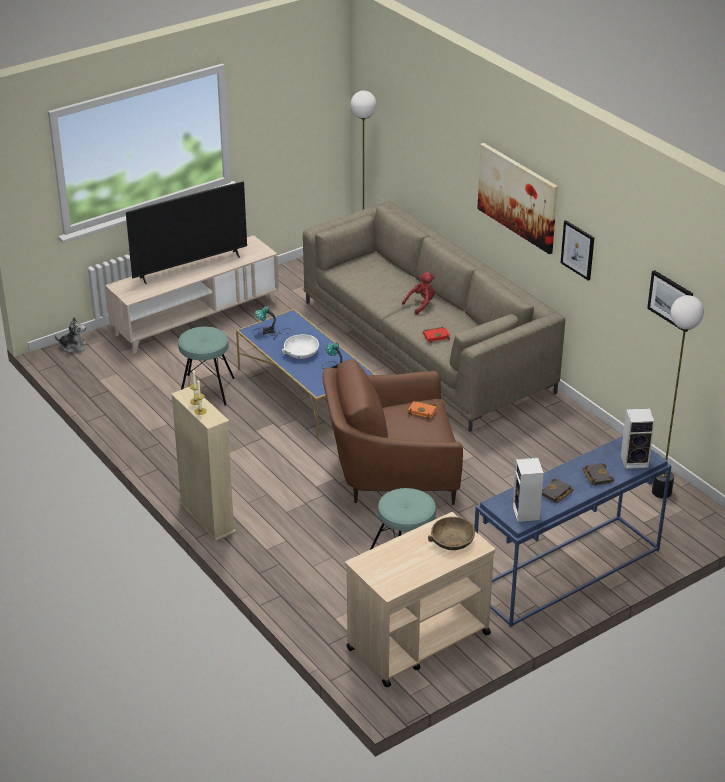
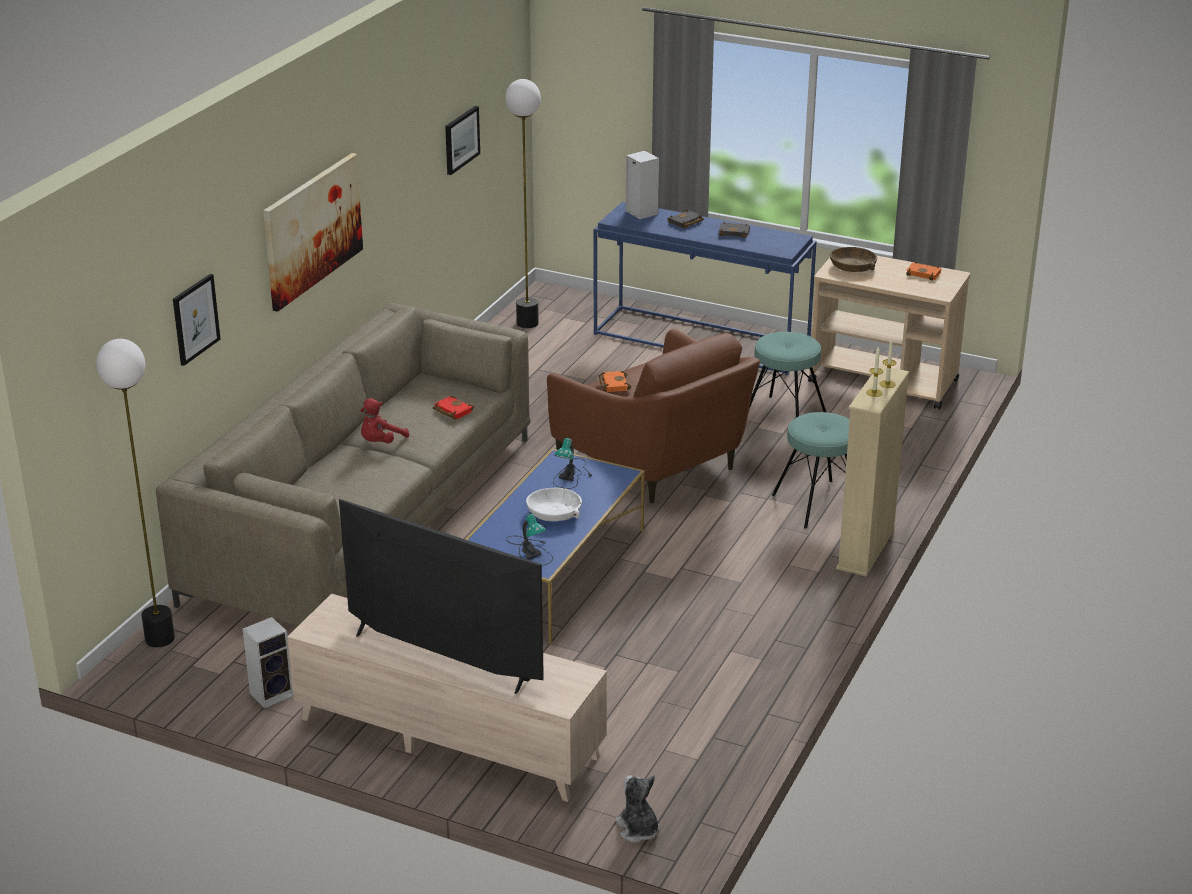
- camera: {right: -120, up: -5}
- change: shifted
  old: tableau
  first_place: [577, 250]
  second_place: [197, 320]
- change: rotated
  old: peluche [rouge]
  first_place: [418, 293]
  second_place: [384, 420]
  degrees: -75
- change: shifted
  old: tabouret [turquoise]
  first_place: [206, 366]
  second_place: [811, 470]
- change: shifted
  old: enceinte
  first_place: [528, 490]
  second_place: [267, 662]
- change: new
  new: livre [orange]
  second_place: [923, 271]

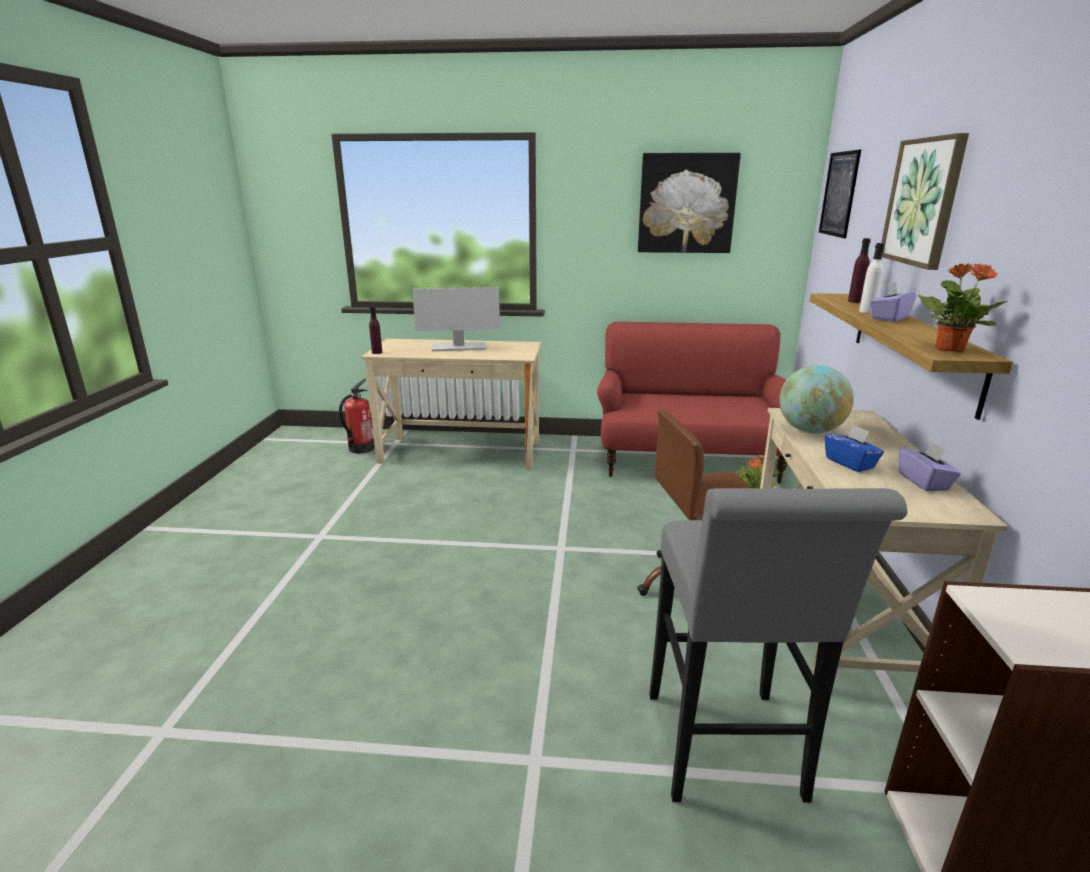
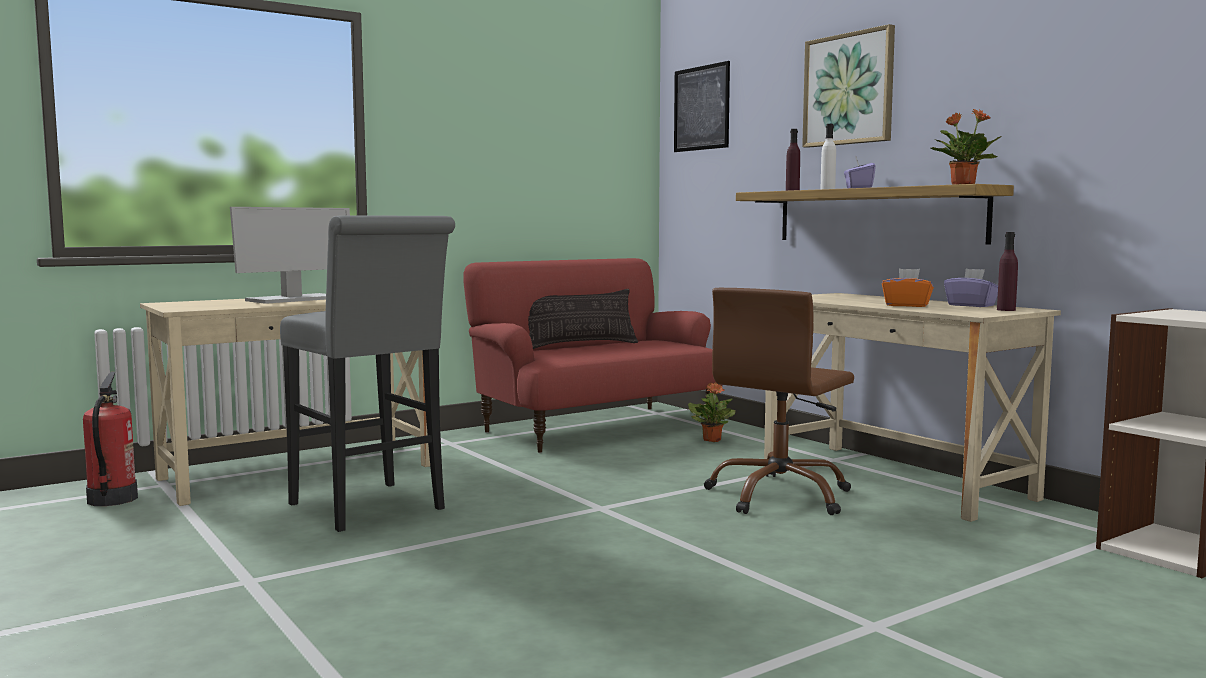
- camera: {right: -40, up: -15}
- change: gone
  old: tableau
  first_place: [689, 203]
- change: shifted
  old: bouteille [violet]
  first_place: [375, 330]
  second_place: [1007, 271]
- change: gone
  old: globe
  first_place: [816, 399]
- change: repainted
  old: boîte à mouchoirs [bleu]
  new: boîte à mouchoirs [orange]
  first_place: [854, 448]
  second_place: [908, 288]
- change: shifted
  old: tabouret [gris]
  first_place: [778, 645]
  second_place: [367, 373]
- change: new
  new: coussin
  second_place: [583, 319]

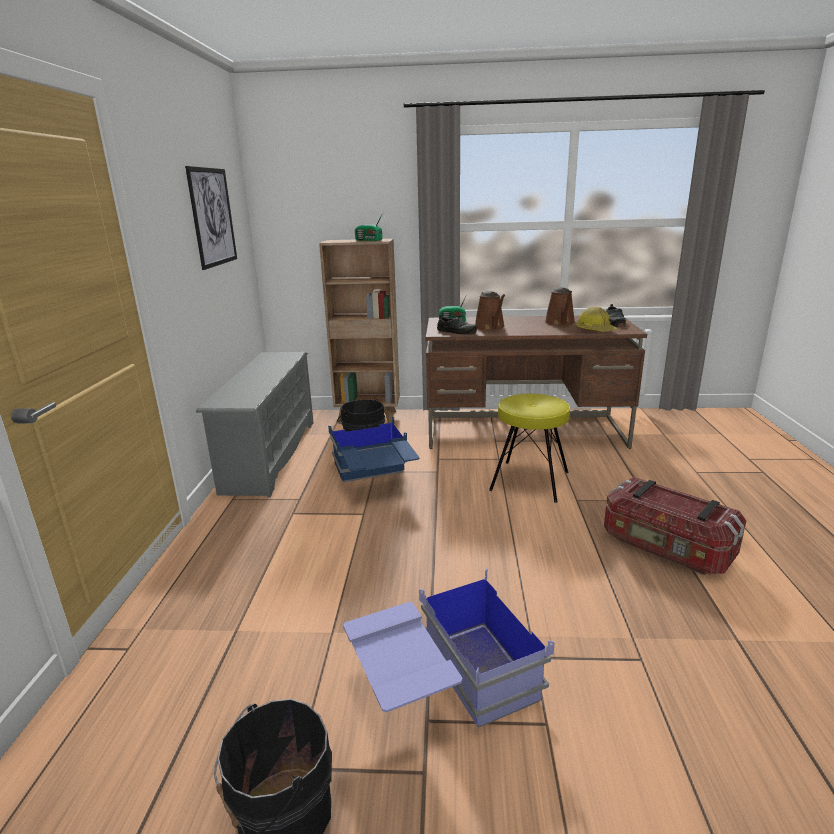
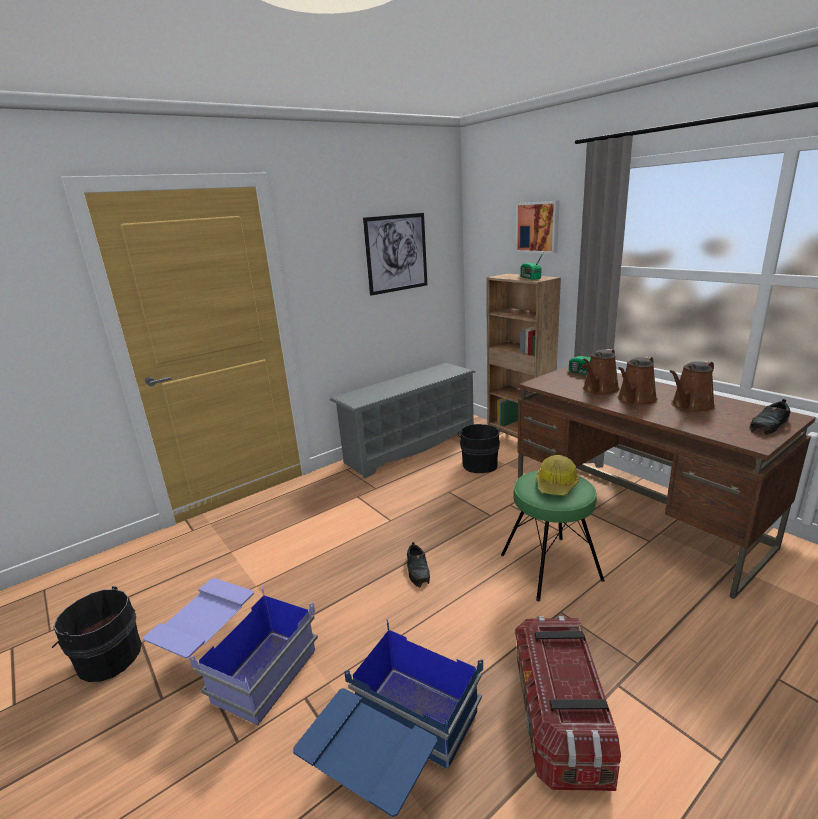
- camera: {right: 50, up: 0}
- change: shifted
  old: casque de chantier
  first_place: [596, 319]
  second_place: [558, 475]
- change: shifted
  old: chaussure [noir]
  first_place: [457, 325]
  second_place: [418, 565]
- change: repainted
  old: tabouret [jaune]
  new: tabouret [vert]
  first_place: [529, 448]
  second_place: [553, 535]
- change: shifted
  old: boîte de rangement [bleu]
  first_place: [374, 449]
  second_place: [388, 718]
- change: new
  new: tableau
  second_place: [537, 227]
- change: new
  new: arrosoir [marron]
  second_place: [637, 381]

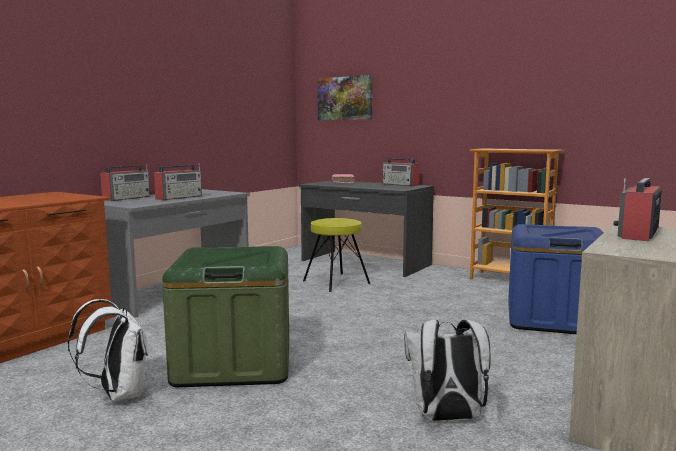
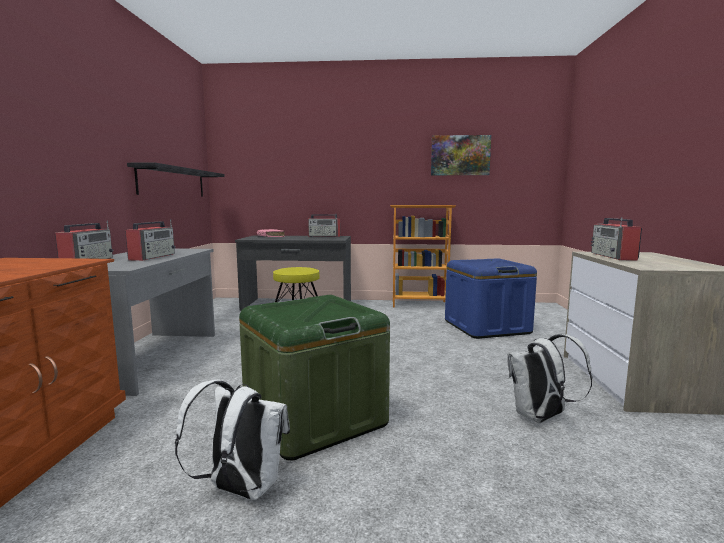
- camera: {right: -30, up: 0}
- change: shifted
  old: tableau
  first_place: [344, 97]
  second_place: [461, 155]
- change: new
  new: étagère [noir]
  second_place: [176, 179]

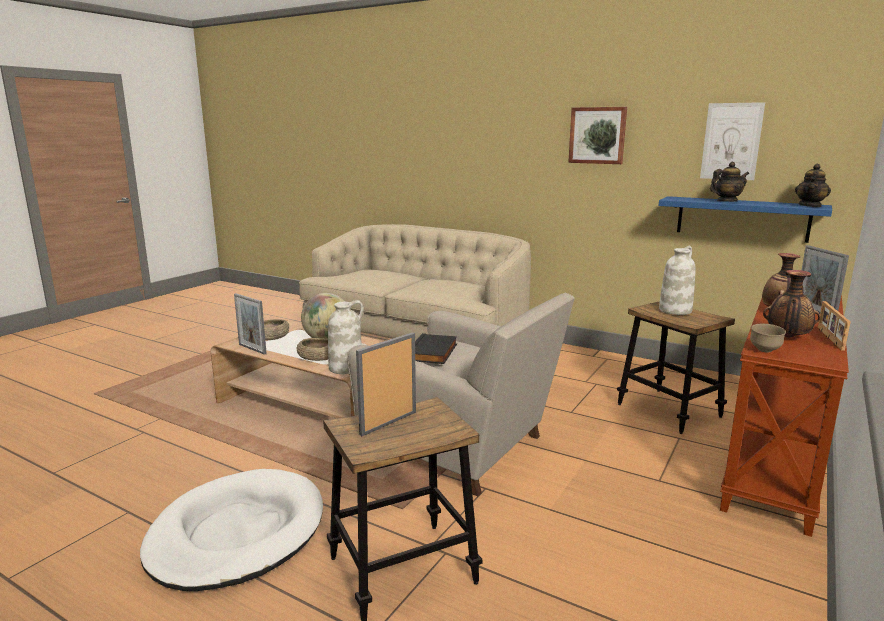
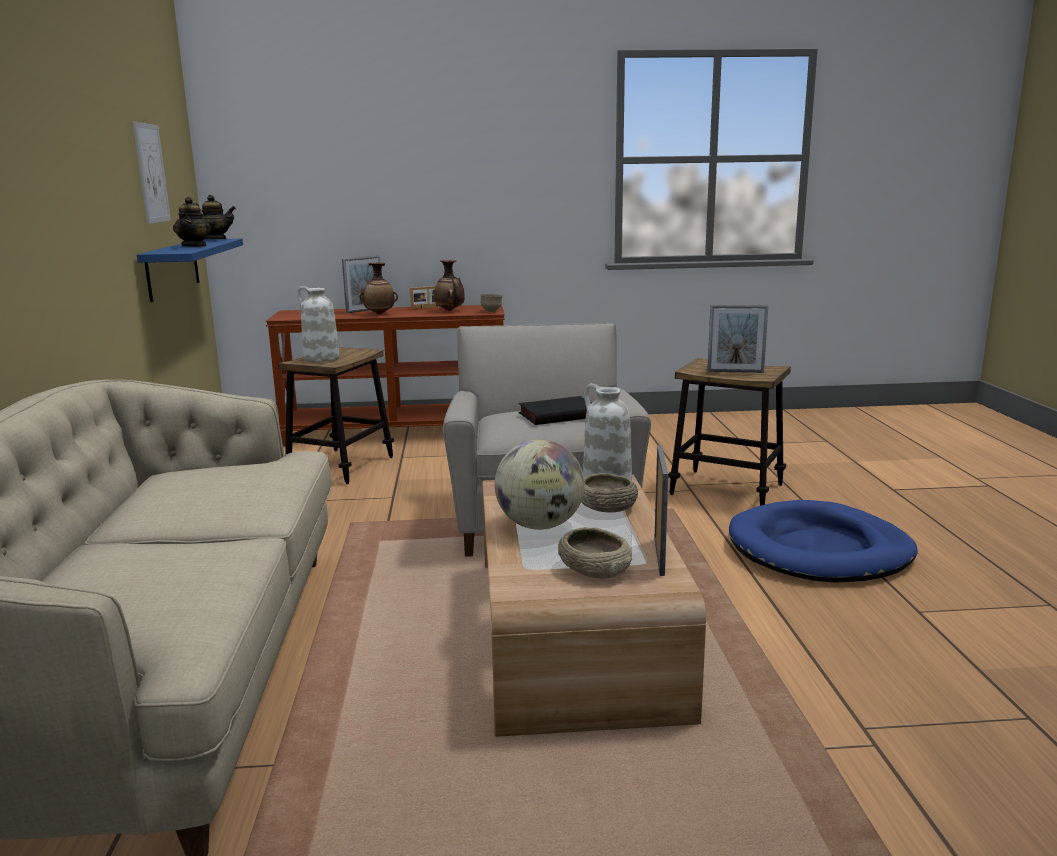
- camera: {right: -125, up: 0}
- change: gone
  old: tableau
  first_place: [597, 135]
- change: rotated
  old: théière
  first_place: [729, 182]
  second_place: [192, 222]
  degrees: -135
- change: repainted
  old: panier pour chien [blanc]
  new: panier pour chien [bleu]
  first_place: [231, 530]
  second_place: [823, 541]

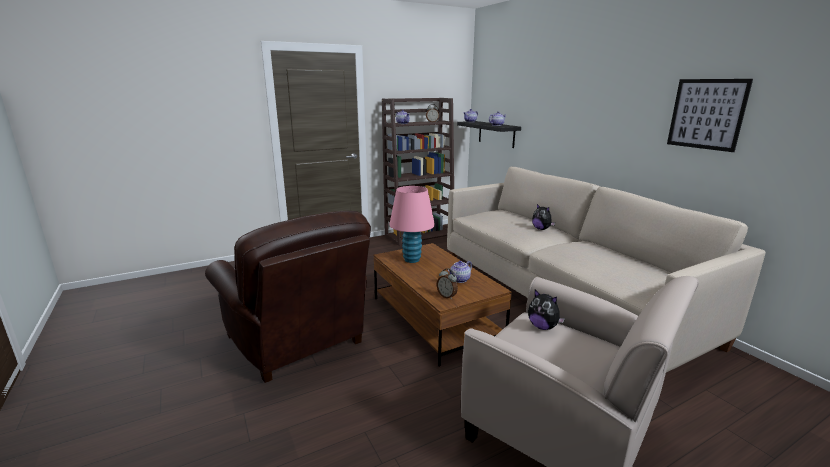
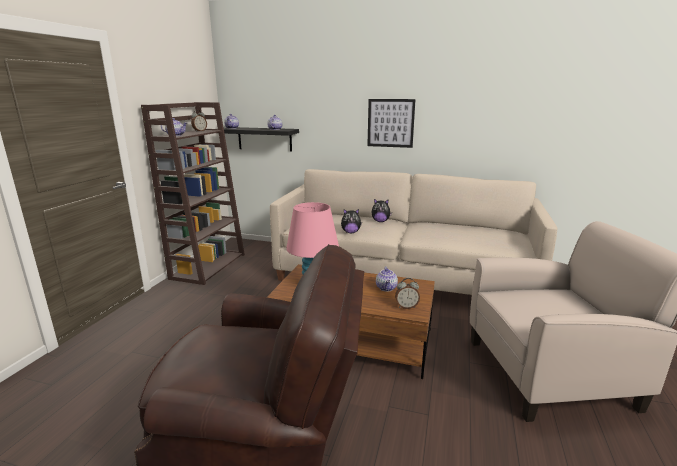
- camera: {right: -45, up: 0}
- change: shifted
  old: tableau
  first_place: [710, 115]
  second_place: [391, 123]
- change: shifted
  old: peluche
  first_place: [546, 310]
  second_place: [351, 221]

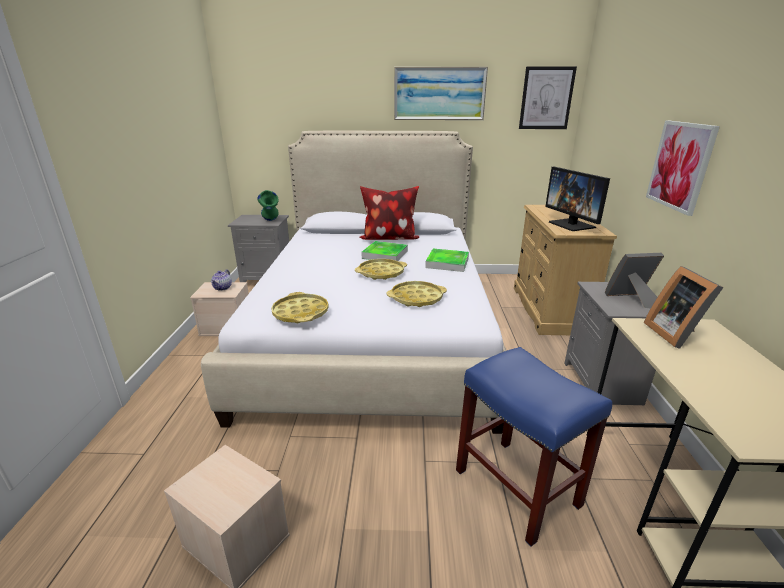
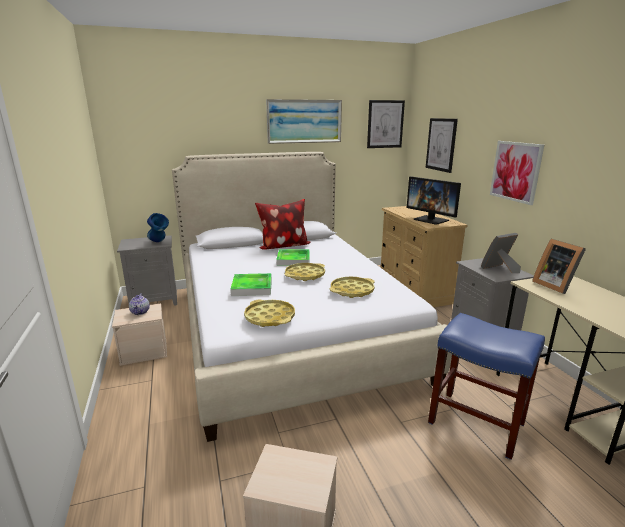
- camera: {right: -20, up: -5}
- change: repainted
  old: vase [vert]
  new: vase [bleu]
  first_place: [268, 205]
  second_place: [158, 227]
- change: shifted
  old: plateau
  first_place: [447, 260]
  second_place: [251, 284]
- change: new
  new: tableau
  second_place: [442, 145]

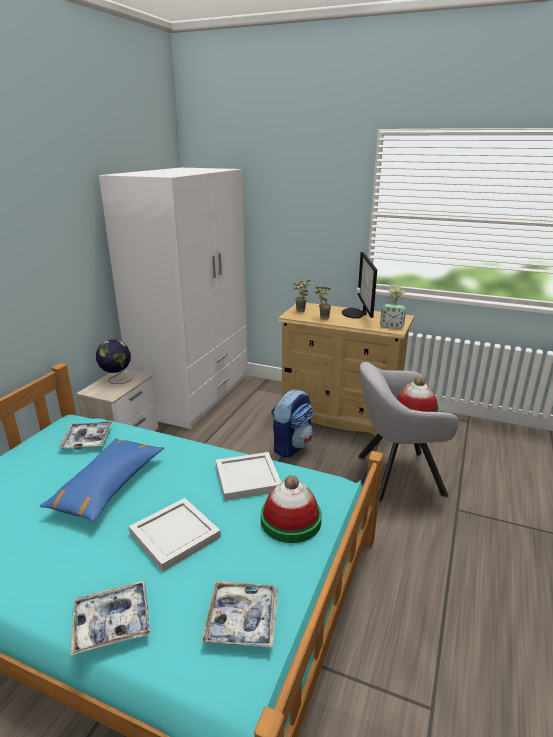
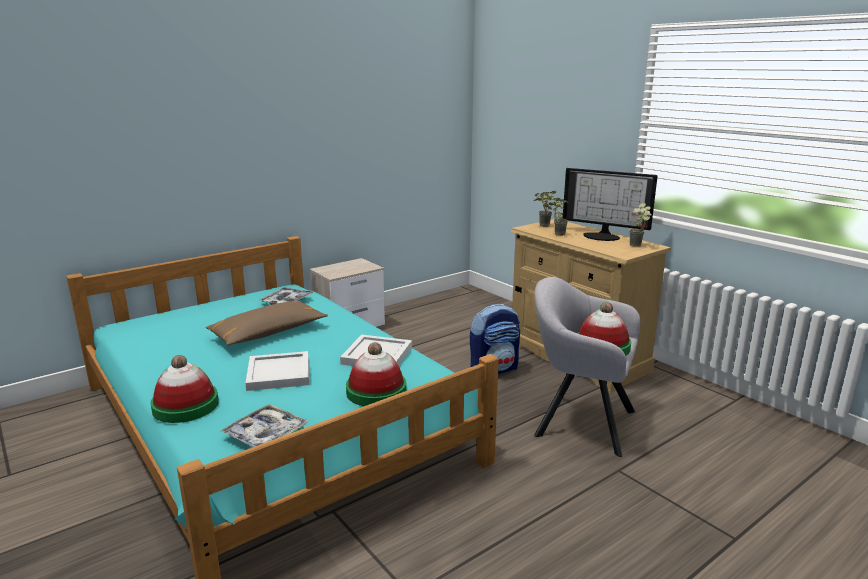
- camera: {right: 30, up: -5}
- change: gone
  old: armoire [blanc]
  first_place: [173, 298]
- change: rotated
  old: écran d'ordinateur
  first_place: [359, 285]
  second_place: [610, 204]
  degrees: -90
- change: gone
  old: réveil
  first_place: [393, 316]
- change: gone
  old: globe
  first_place: [113, 361]
- change: repainted
  old: coussin [bleu]
  new: coussin [marron]
  first_place: [102, 480]
  second_place: [266, 323]
- change: swapped
  old: plateau
  new: chapeau
  first_place: [110, 618]
  second_place: [184, 389]

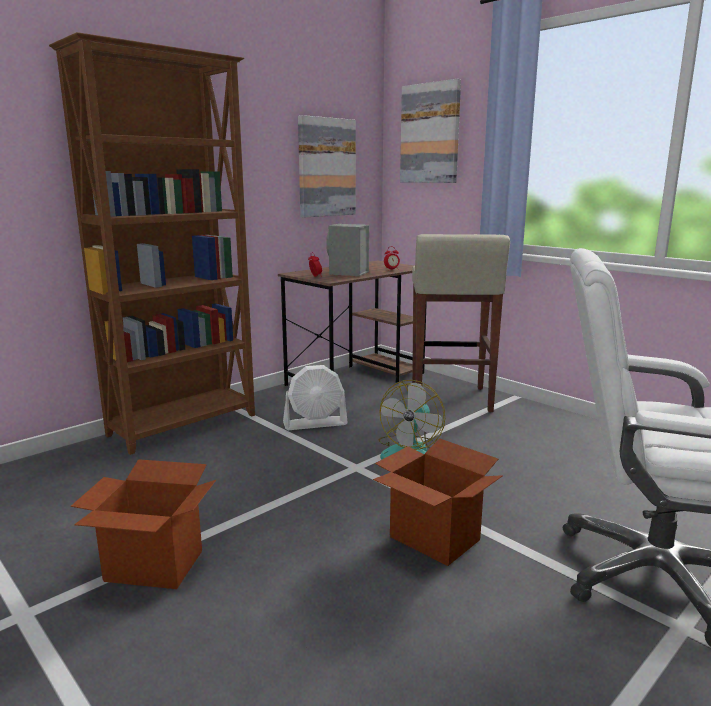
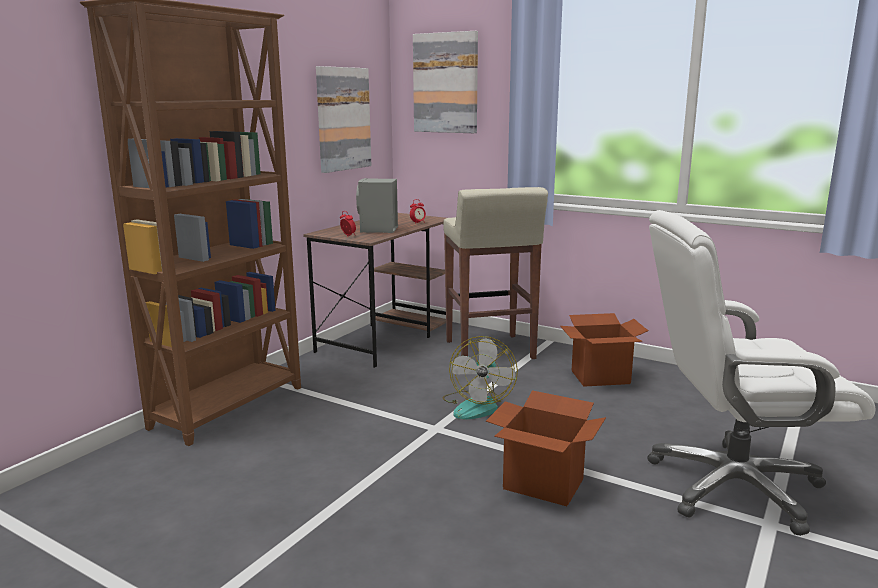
- camera: {right: -15, up: 0}
- change: gone
  old: ventilateur [blanc]
  first_place: [315, 397]
- change: shifted
  old: carton
  first_place: [143, 524]
  second_place: [604, 350]

